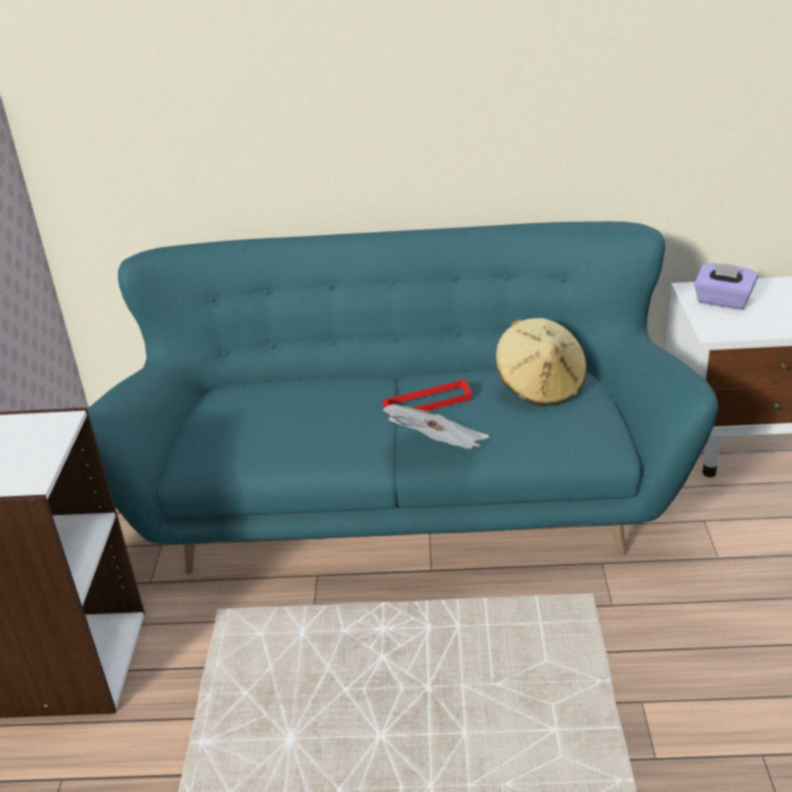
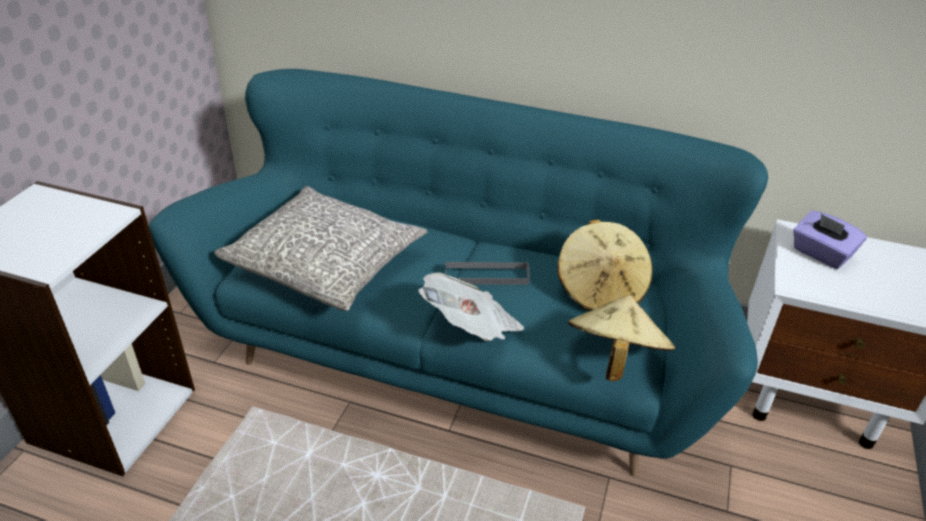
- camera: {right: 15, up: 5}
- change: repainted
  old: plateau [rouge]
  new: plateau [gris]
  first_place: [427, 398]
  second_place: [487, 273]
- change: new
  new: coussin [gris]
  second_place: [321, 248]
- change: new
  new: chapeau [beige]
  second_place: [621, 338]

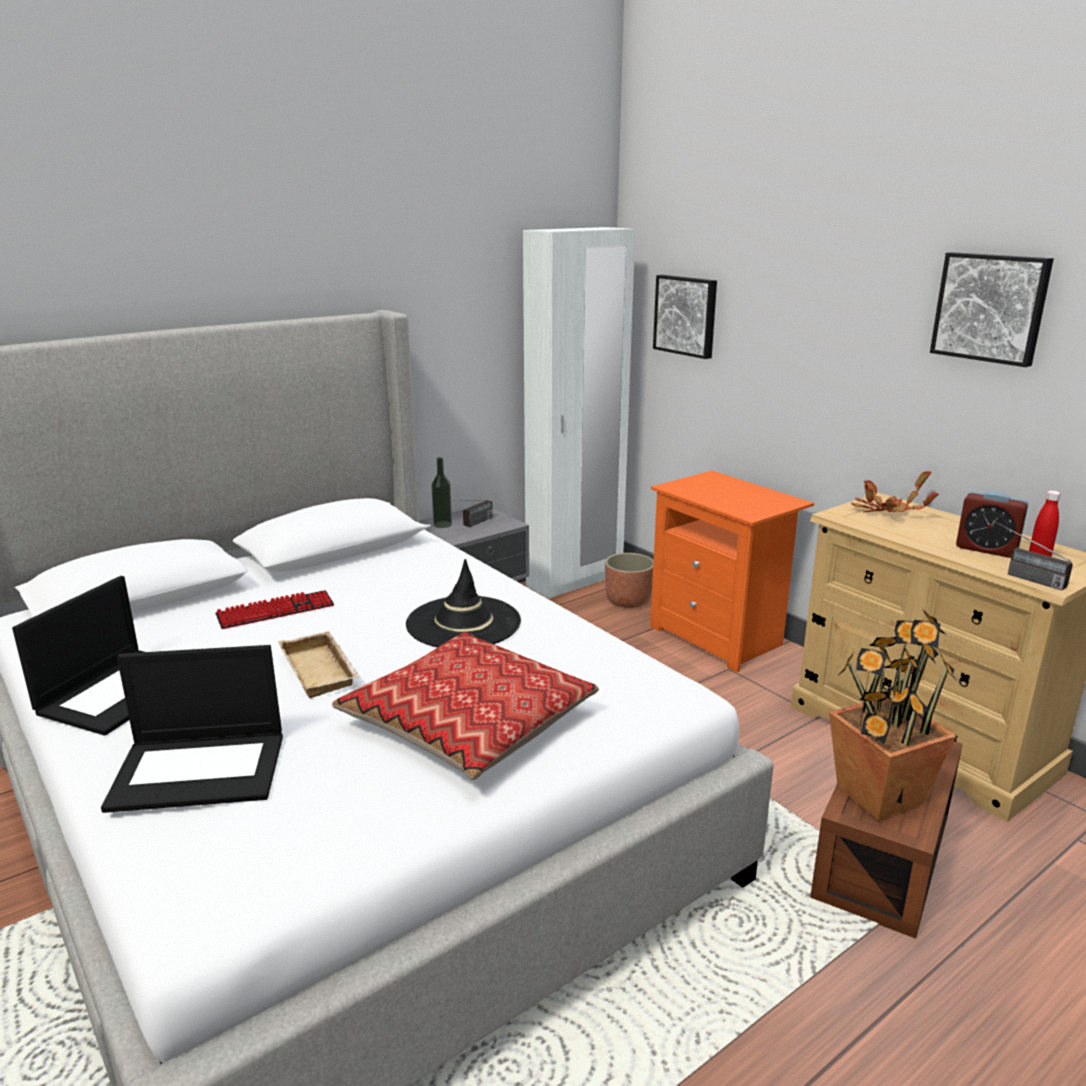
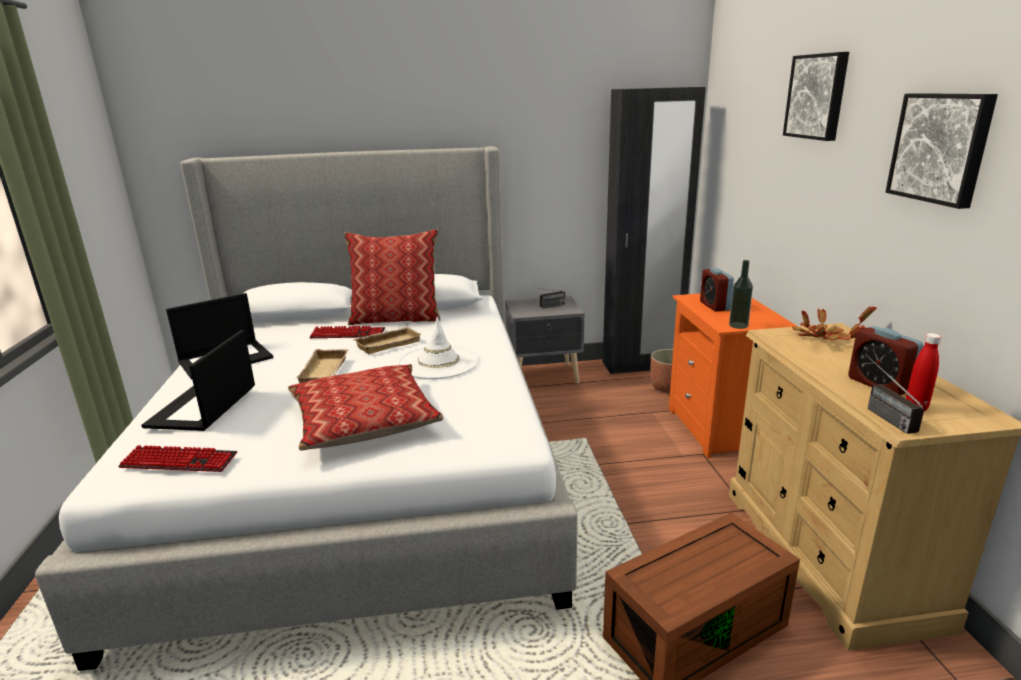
- camera: {right: 30, up: 0}
- change: repainted
  old: armoire [blanc]
  new: armoire [noir]
  first_place: [579, 413]
  second_place: [654, 230]
- change: shifted
  old: tableau
  first_place: [685, 317]
  second_place: [816, 96]
- change: shifted
  old: bouteille
  first_place: [441, 492]
  second_place: [741, 294]
- change: repainted
  old: chapeau [noir]
  new: chapeau [blanc]
  first_place: [463, 603]
  second_place: [438, 347]
- change: gone
  old: plante en pot
  first_place: [893, 715]
- change: rotated
  old: ordinateur portable
  first_place: [192, 729]
  second_place: [198, 380]
  degrees: 75
- change: new
  new: coussin
  second_place: [392, 277]
- change: new
  new: réveil
  second_place: [717, 290]
- change: new
  new: plateau [beige]
  second_place: [387, 340]
- change: new
  new: clavier
  second_place: [177, 458]

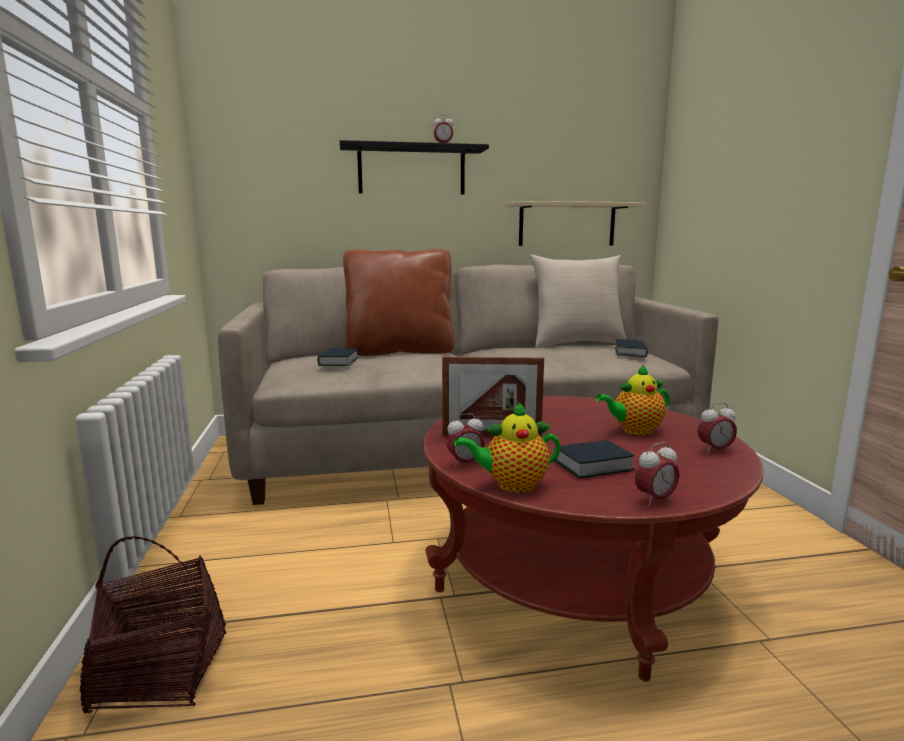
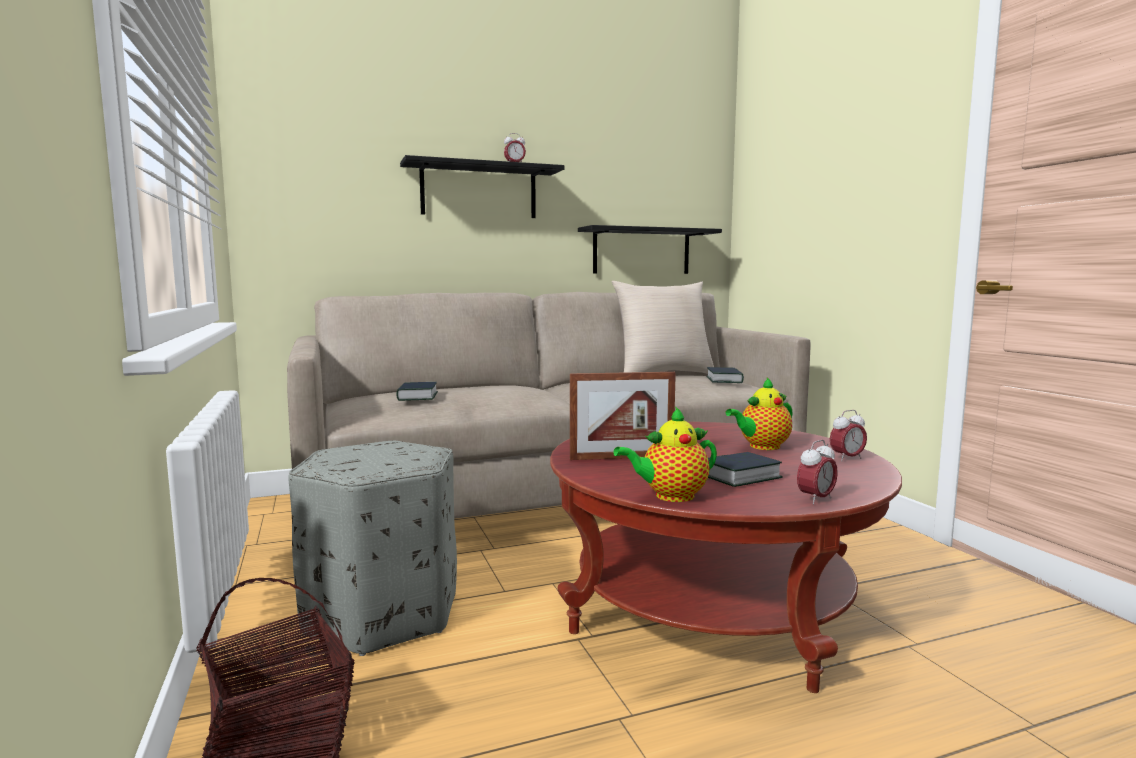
- camera: {right: -10, up: -5}
- change: repainted
  old: étagère [beige]
  new: étagère [noir]
  first_place: [575, 223]
  second_place: [650, 249]
- change: gone
  old: coussin [marron]
  first_place: [399, 302]
- change: gone
  old: réveil
  first_place: [465, 440]
- change: new
  new: pouf [gris]
  second_place: [372, 548]

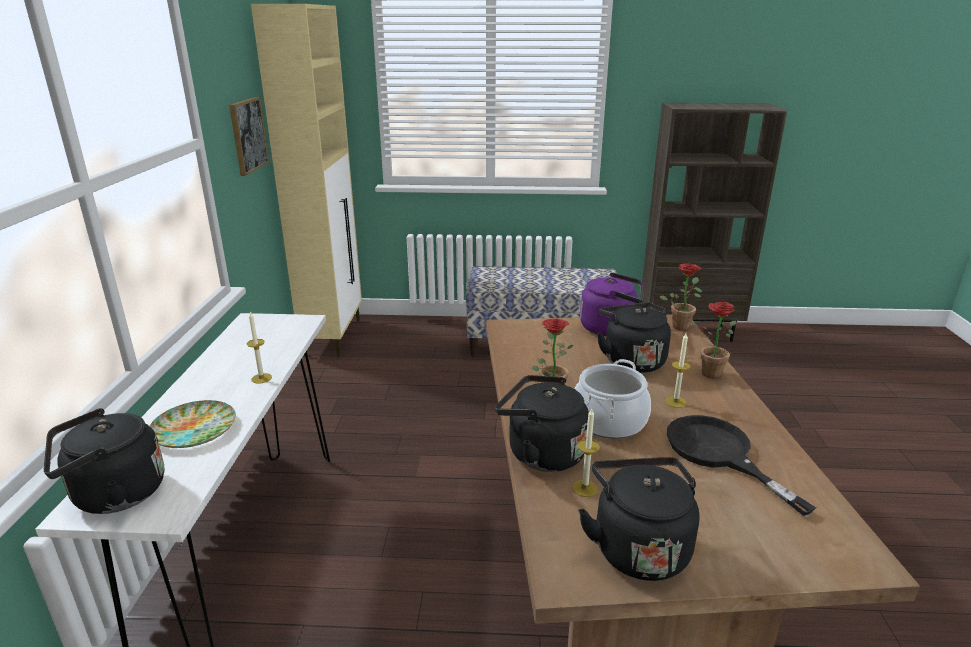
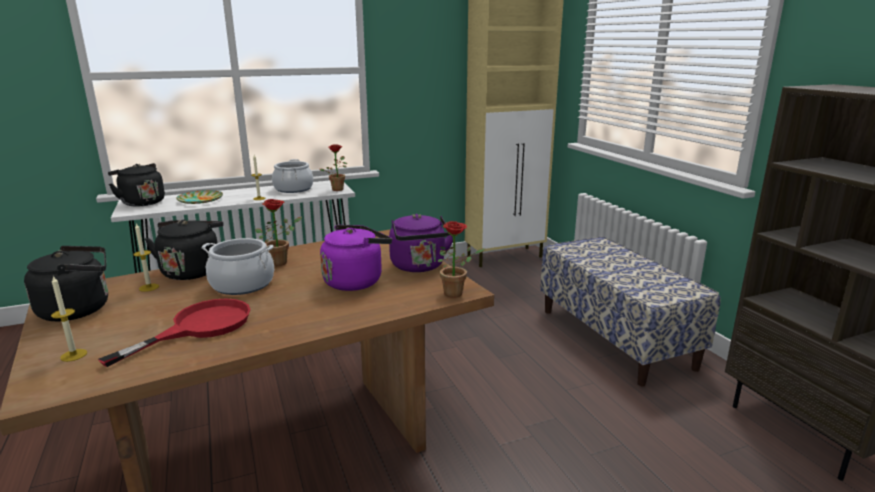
- camera: {right: 65, up: -5}
- change: gone
  old: tableau
  first_place: [249, 136]
- change: shifted
  old: plante en pot
  first_place: [712, 340]
  second_place: [333, 167]
- change: repainted
  old: bouilloire [noir]
  new: bouilloire [violet]
  first_place: [634, 338]
  second_place: [356, 258]
- change: shifted
  old: bougie
  first_place: [678, 371]
  second_place: [69, 319]
- change: repainted
  old: poêle [noir]
  new: poêle [rouge]
  first_place: [741, 465]
  second_place: [174, 332]
- change: new
  new: marmite
  second_place: [292, 176]

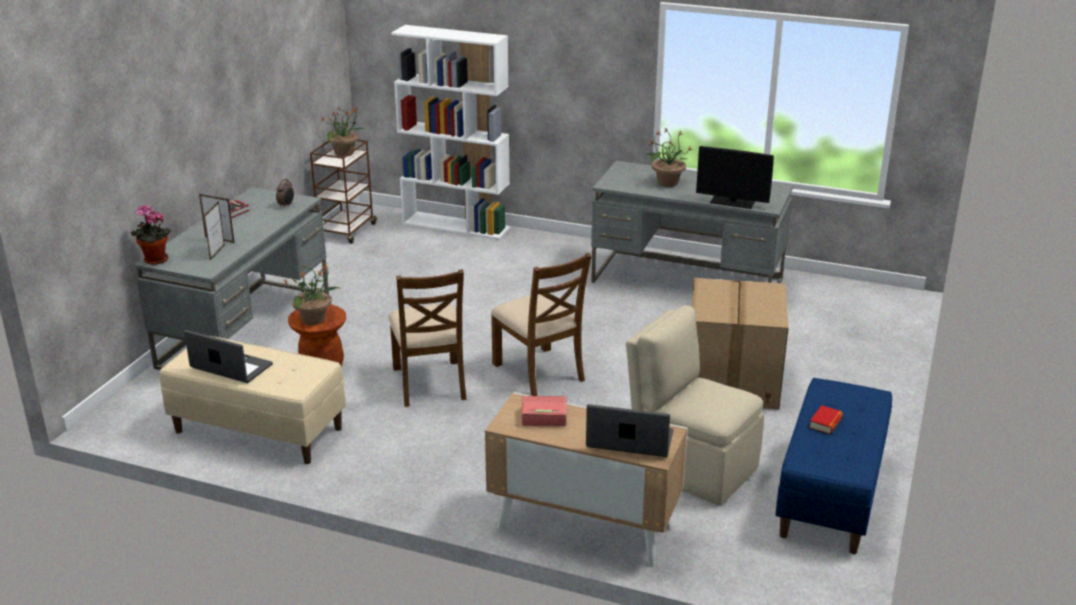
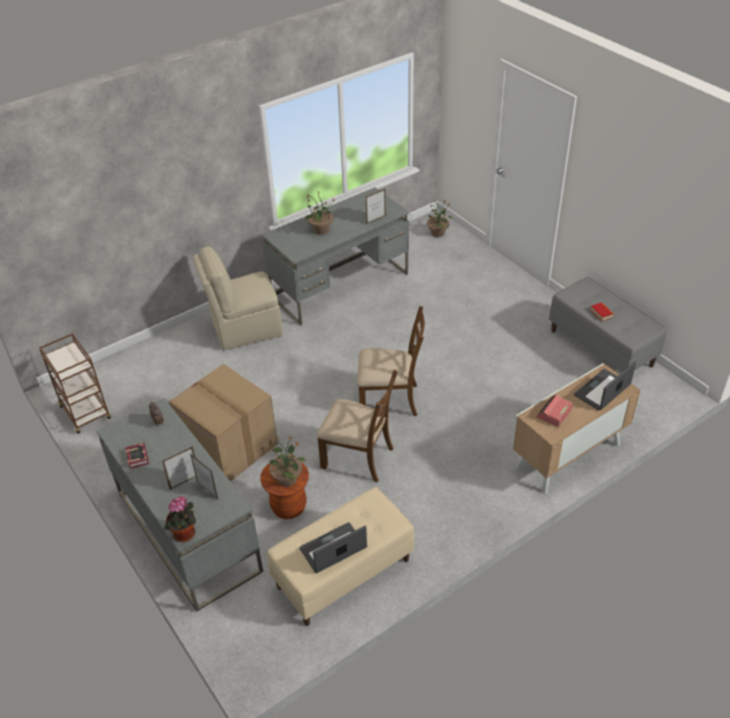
- camera: {right: -55, up: 15}
- change: gone
  old: bibliothèque [blanc]
  first_place: [450, 132]
- change: shifted
  old: plante en pot
  first_place: [343, 132]
  second_place: [440, 218]
- change: swapped
  old: écran d'ordinateur
  new: cadre photo
  first_place: [735, 177]
  second_place: [375, 206]
- change: shifted
  old: carton
  first_place: [740, 344]
  second_place: [223, 423]
- change: shifted
  old: chaise [beige]
  first_place: [695, 405]
  second_place: [238, 298]
- change: repainted
  old: banc [bleu]
  new: banc [gris]
  first_place: [833, 466]
  second_place: [608, 324]

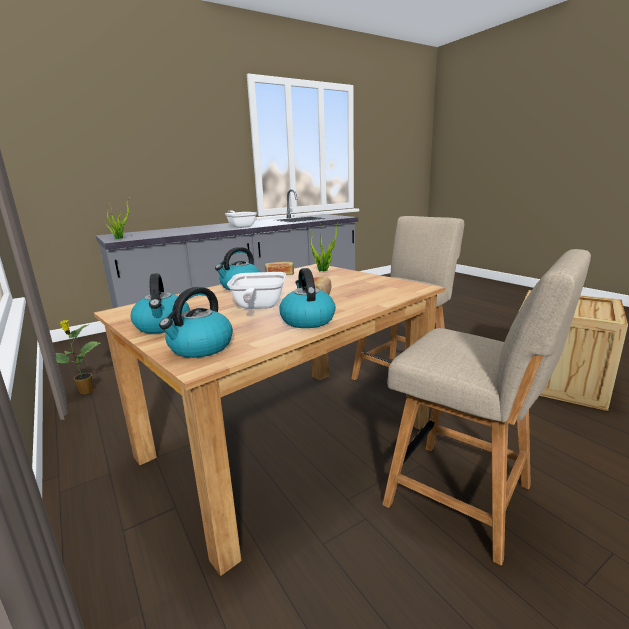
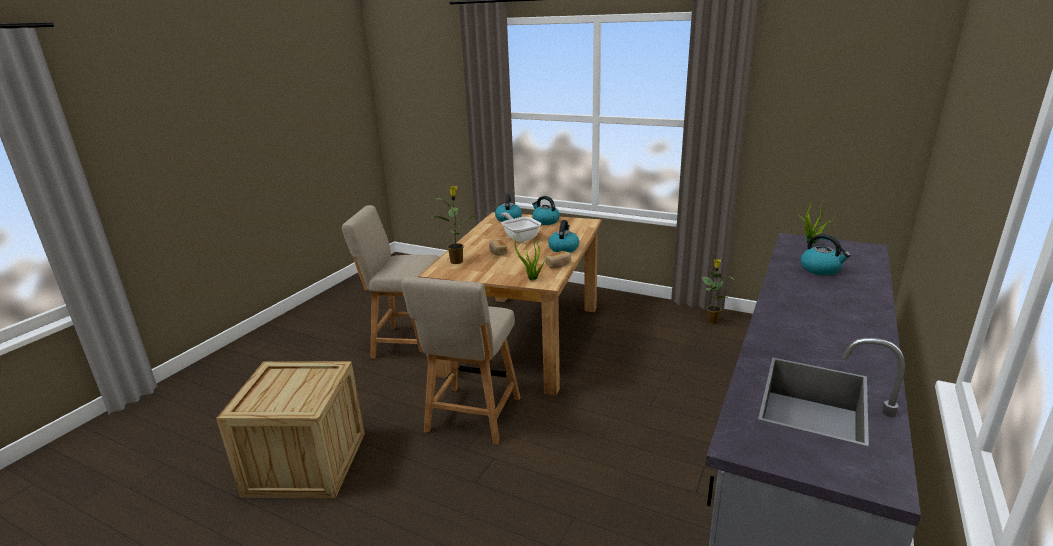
- camera: {right: 150, up: 5}
- change: gone
  old: poêle
  first_place: [241, 219]
- change: shifted
  old: bouilloire
  first_place: [307, 298]
  second_place: [826, 254]
- change: new
  new: plante en pot
  second_place: [455, 225]

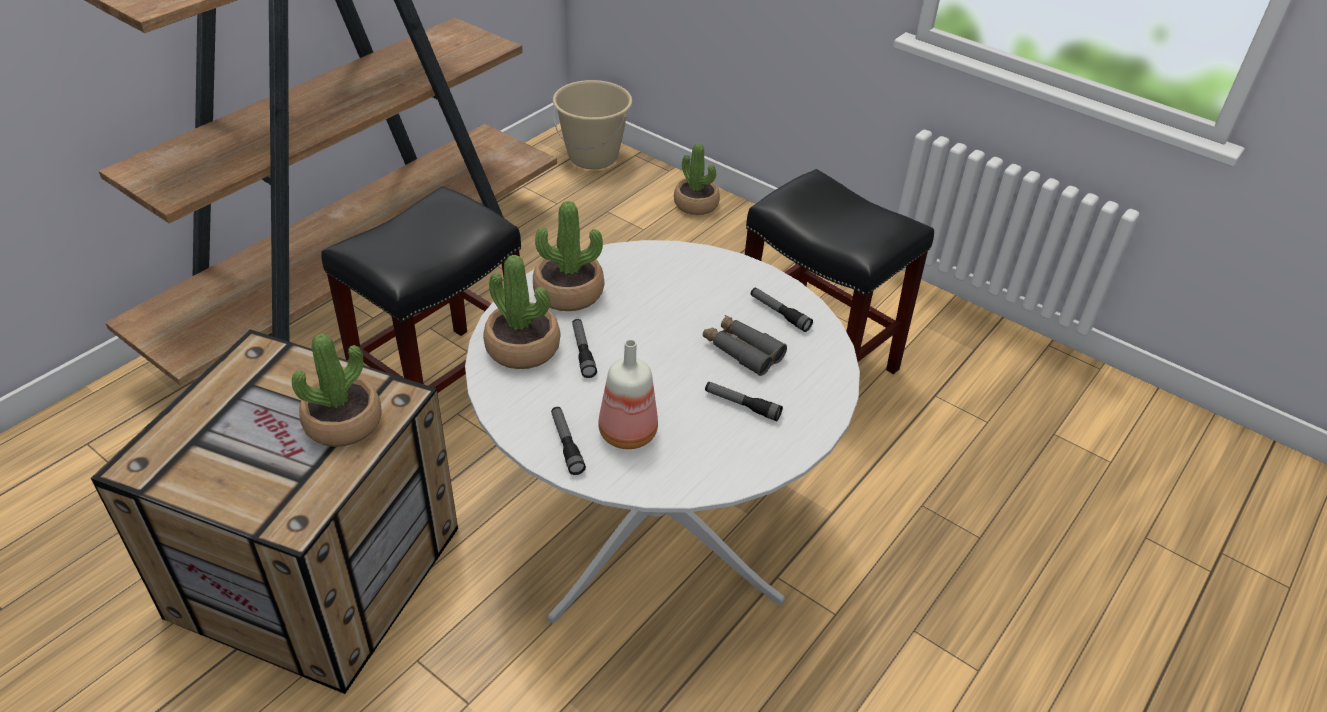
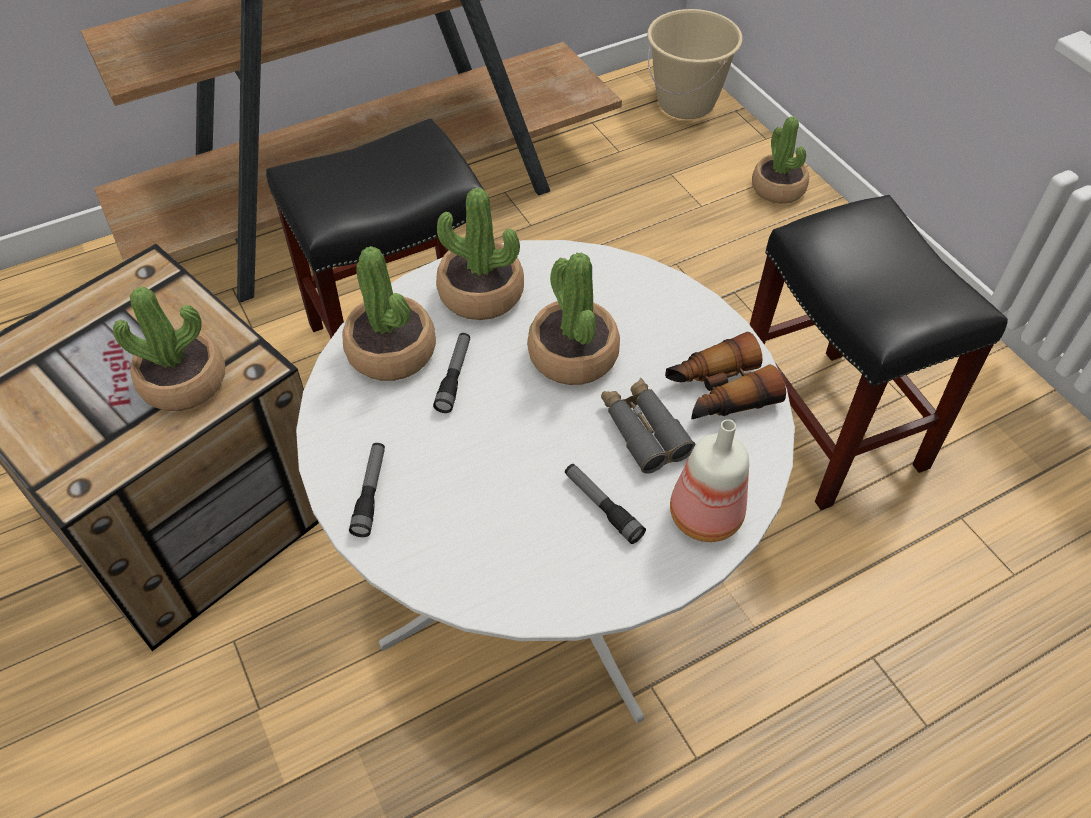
- camera: {right: 25, up: 10}
- change: swapped
  old: lampe de poche
  new: jumelles
  first_place: [782, 309]
  second_place: [725, 375]
- change: shifted
  old: bouteille
  first_place: [628, 394]
  second_place: [709, 480]
- change: new
  new: plante en pot
  second_place: [573, 319]

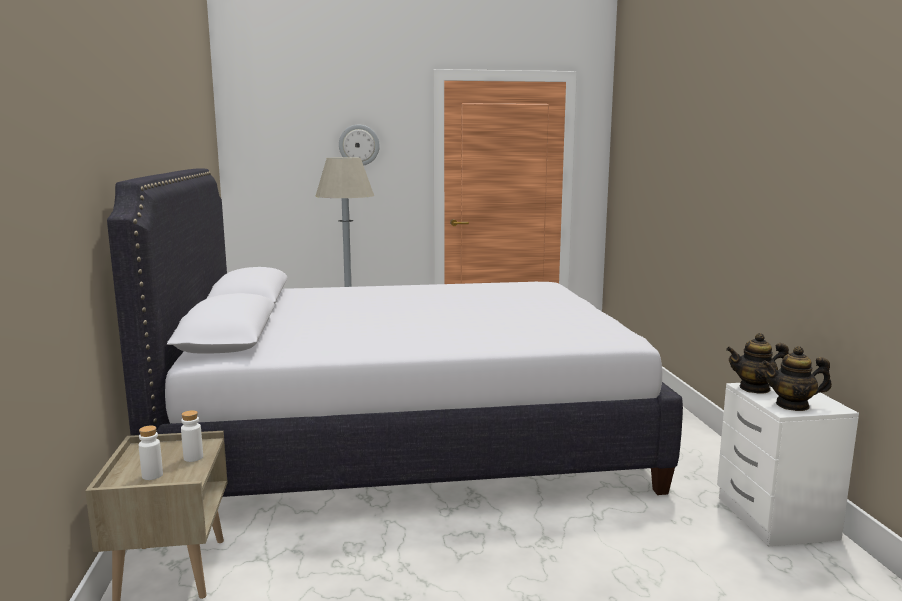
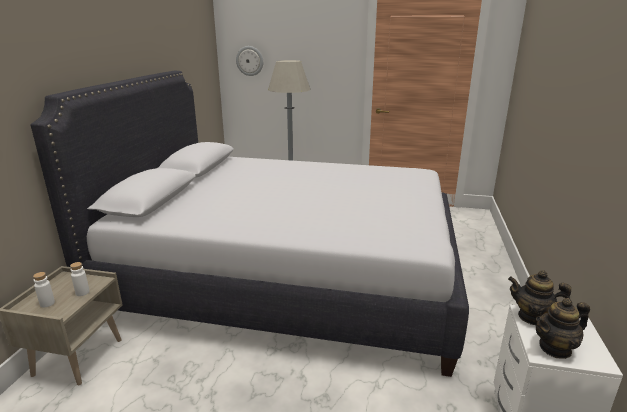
- camera: {right: 20, up: 10}
- change: shifted
  old: horloge murale
  first_place: [359, 145]
  second_place: [249, 61]
- change: rotated
  old: théière
  first_place: [797, 378]
  second_place: [563, 328]
  degrees: -45

